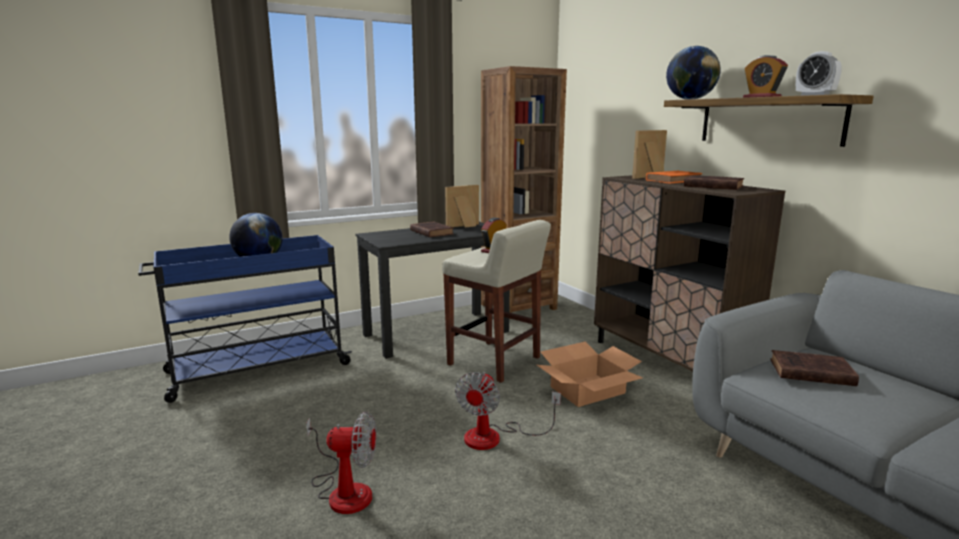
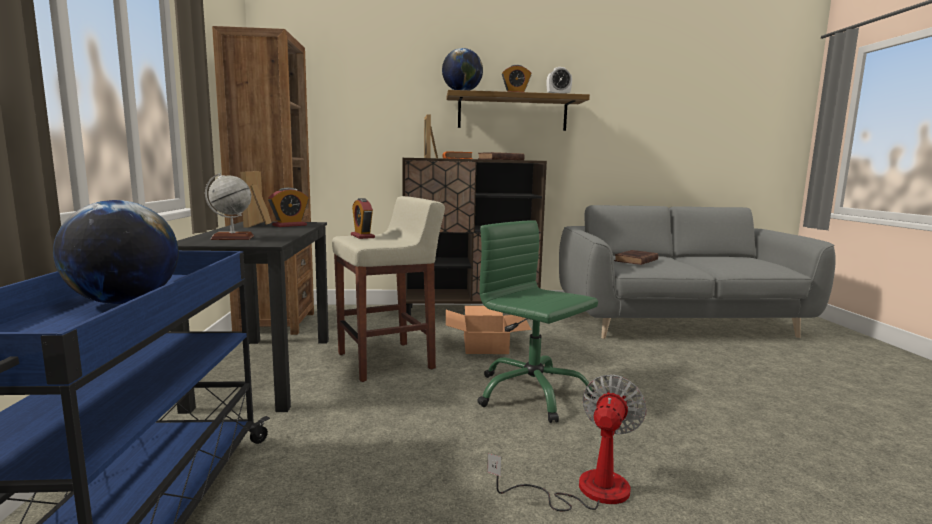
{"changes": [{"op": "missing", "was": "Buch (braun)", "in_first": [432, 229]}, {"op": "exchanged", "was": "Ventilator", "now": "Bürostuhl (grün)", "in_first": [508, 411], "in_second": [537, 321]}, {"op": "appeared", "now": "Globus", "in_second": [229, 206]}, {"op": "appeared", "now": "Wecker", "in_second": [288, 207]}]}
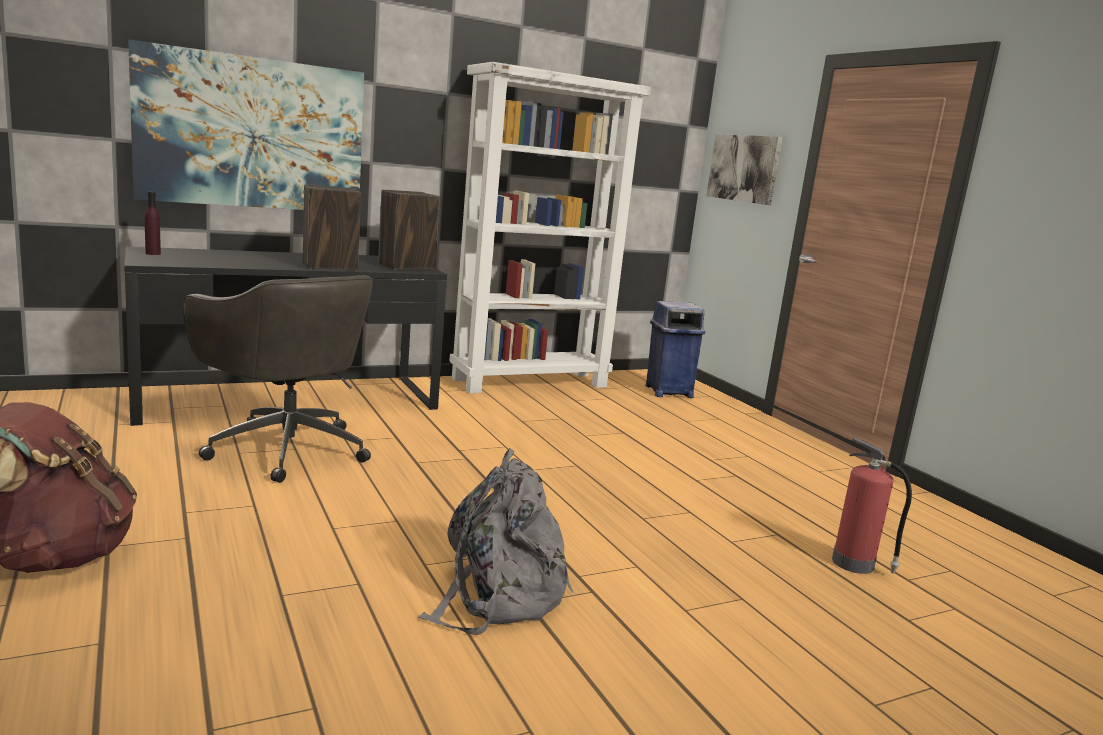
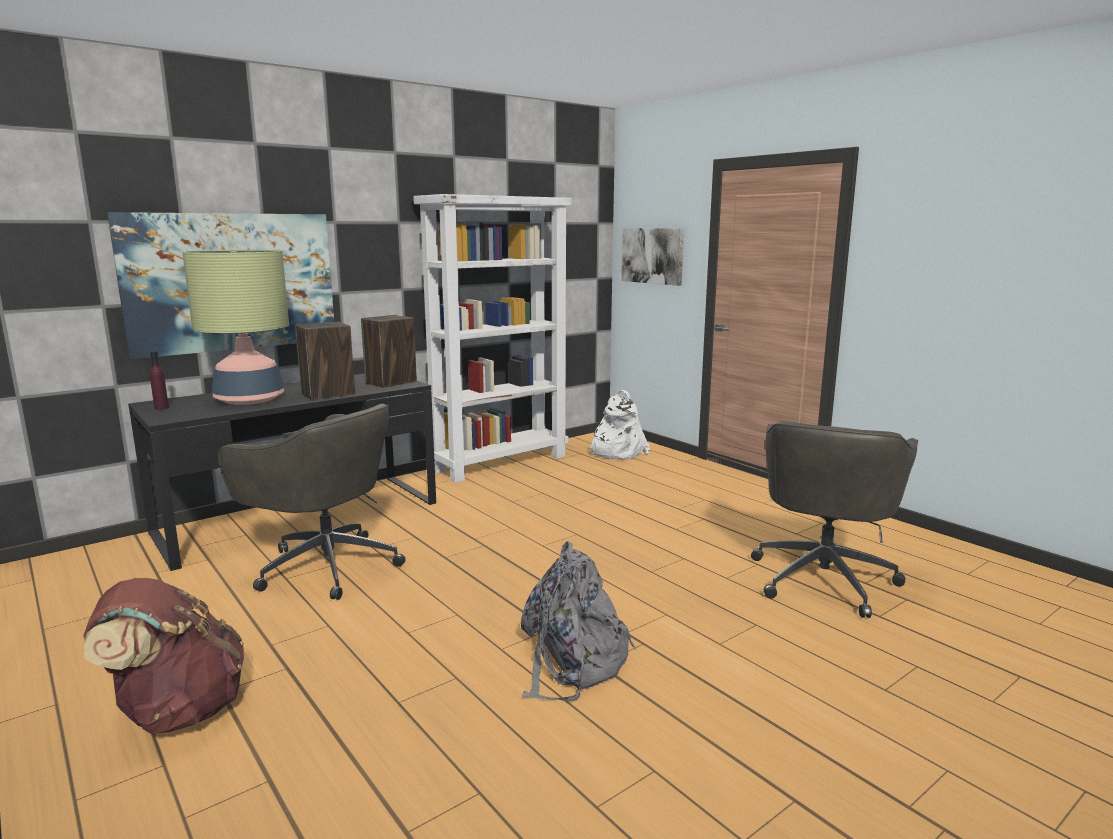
{"changes": [{"op": "exchanged", "was": "Mülleimer (blau)", "now": "Rucksack (weiß)", "in_first": [675, 349], "in_second": [620, 424]}, {"op": "exchanged", "was": "Feuerlöscher", "now": "Bürostuhl (grau)", "in_first": [872, 505], "in_second": [834, 519]}, {"op": "appeared", "now": "Tischlampe", "in_second": [235, 327]}]}
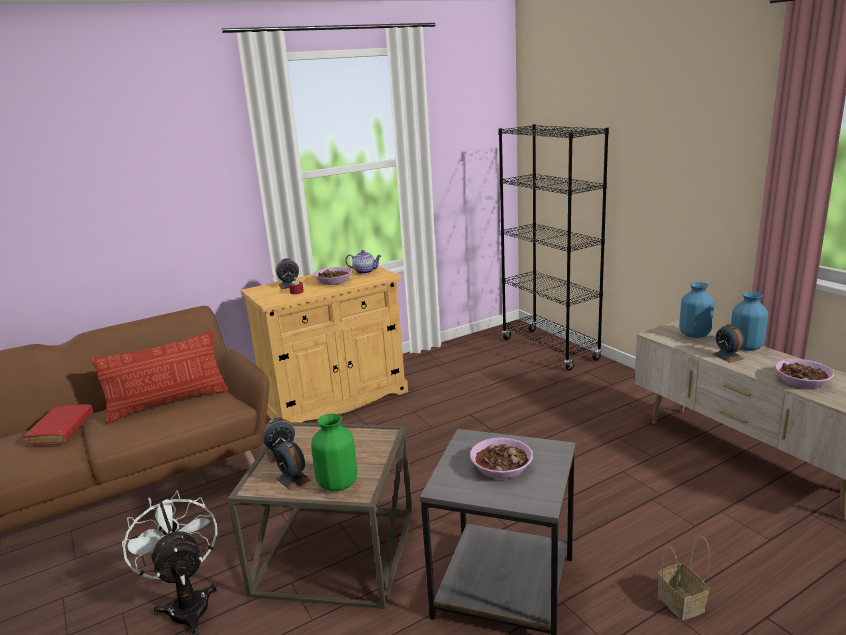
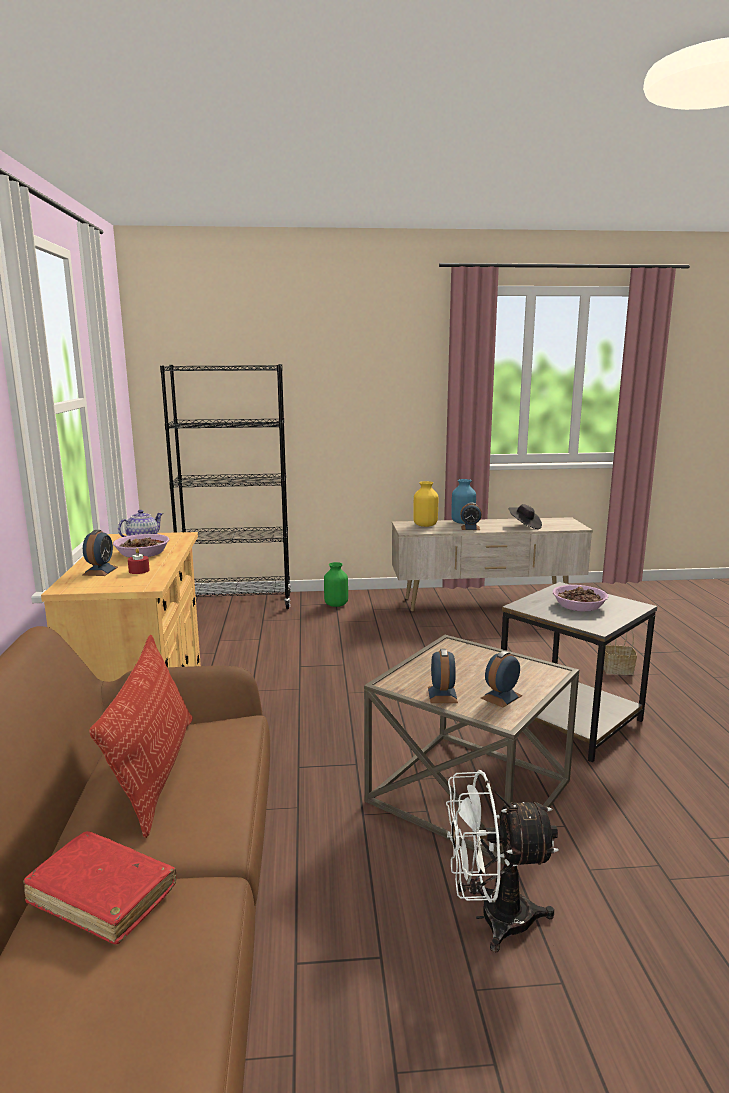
{"changes": [{"op": "colour", "was": "Vase (blau)", "now": "Vase (gelb)", "in_first": [696, 310], "in_second": [425, 504]}, {"op": "exchanged", "was": "Schüssel", "now": "Hut (schwarz)", "in_first": [804, 373], "in_second": [525, 516]}, {"op": "relocated", "was": "Vase (grün)", "in_first": [334, 452], "in_second": [336, 584]}, {"op": "spun", "was": "Wecker", "in_first": [293, 466], "in_second": [501, 679], "clockwise": 150}]}
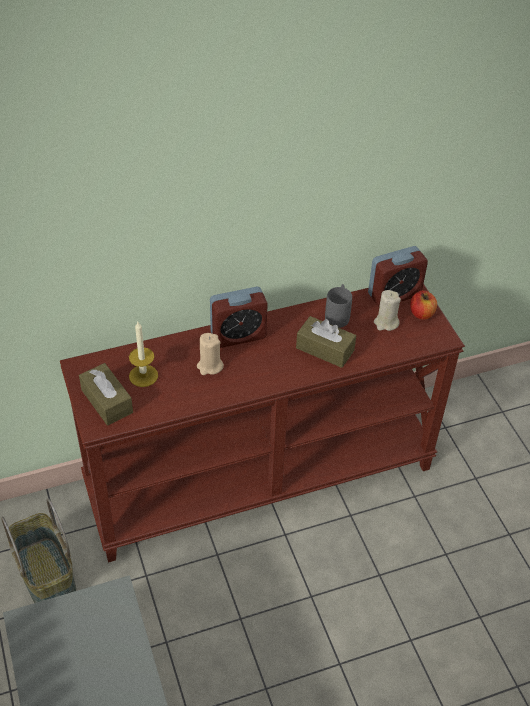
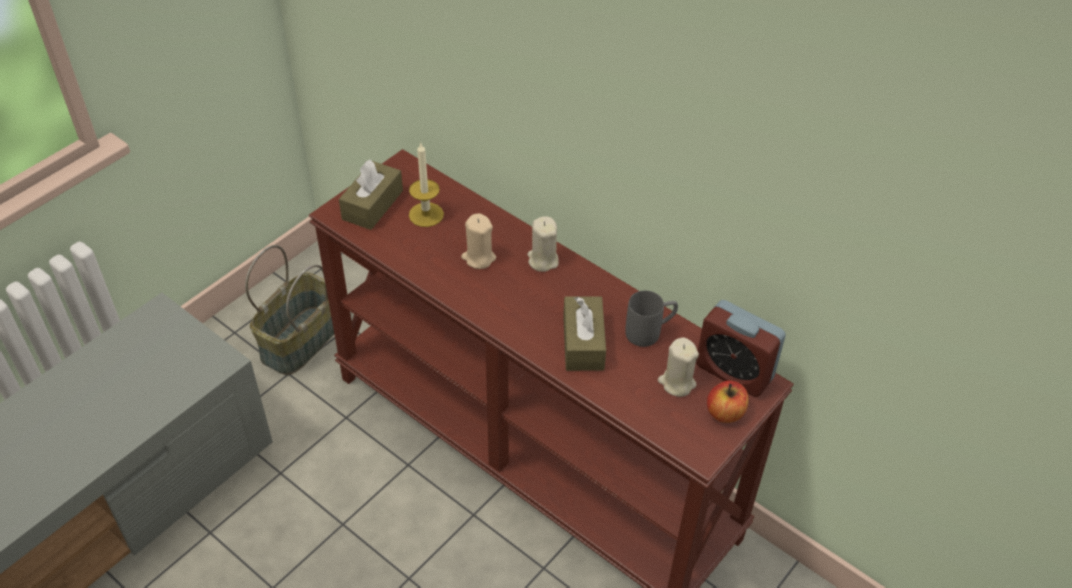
{"changes": [{"op": "exchanged", "was": "Wecker", "now": "Kerze (beige)", "in_first": [239, 317], "in_second": [543, 244]}]}
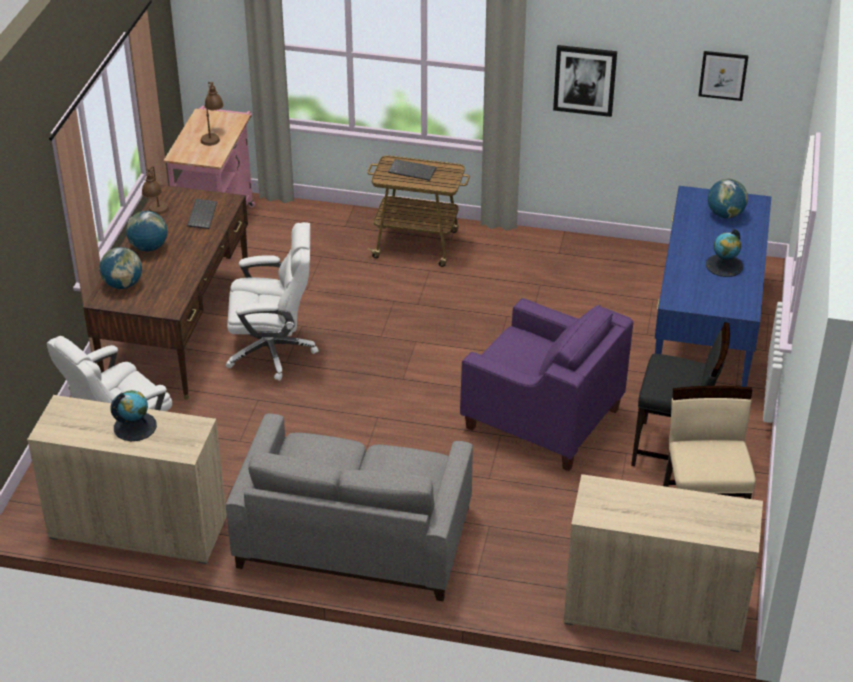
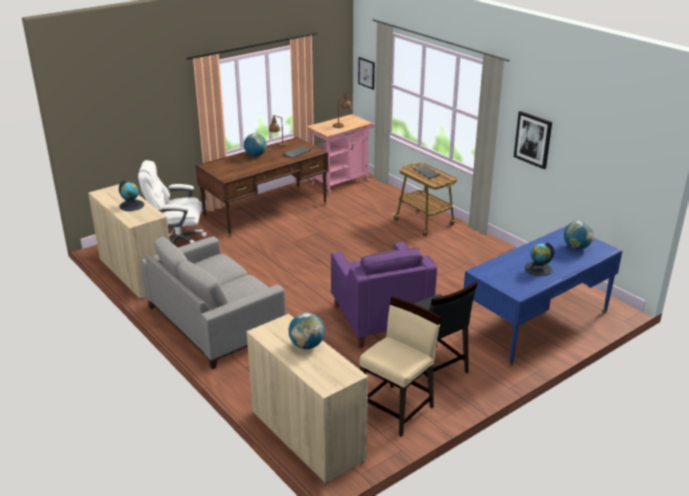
{"changes": [{"op": "relocated", "was": "Bild", "in_first": [723, 76], "in_second": [366, 73]}, {"op": "missing", "was": "Bürostuhl (weiß)", "in_first": [272, 301]}, {"op": "relocated", "was": "Globus", "in_first": [120, 268], "in_second": [306, 330]}]}
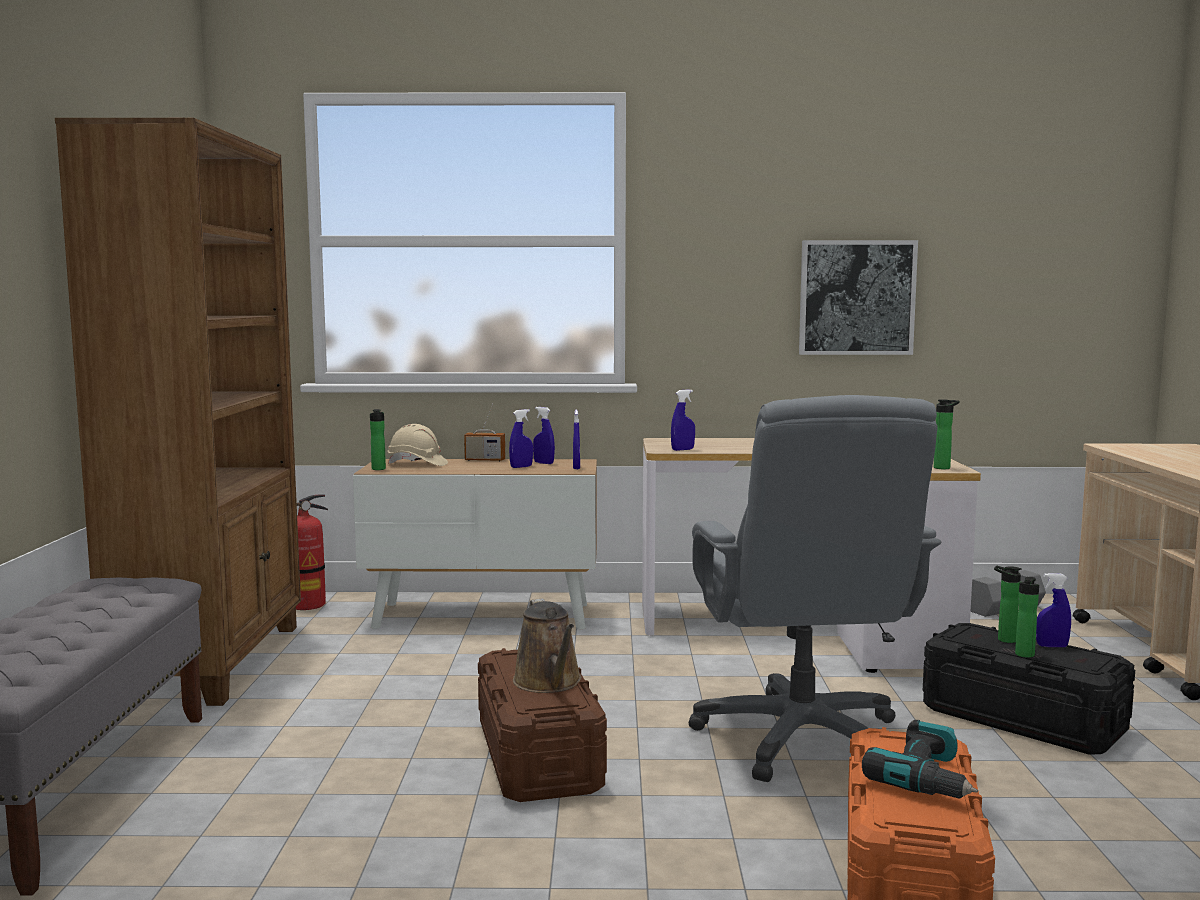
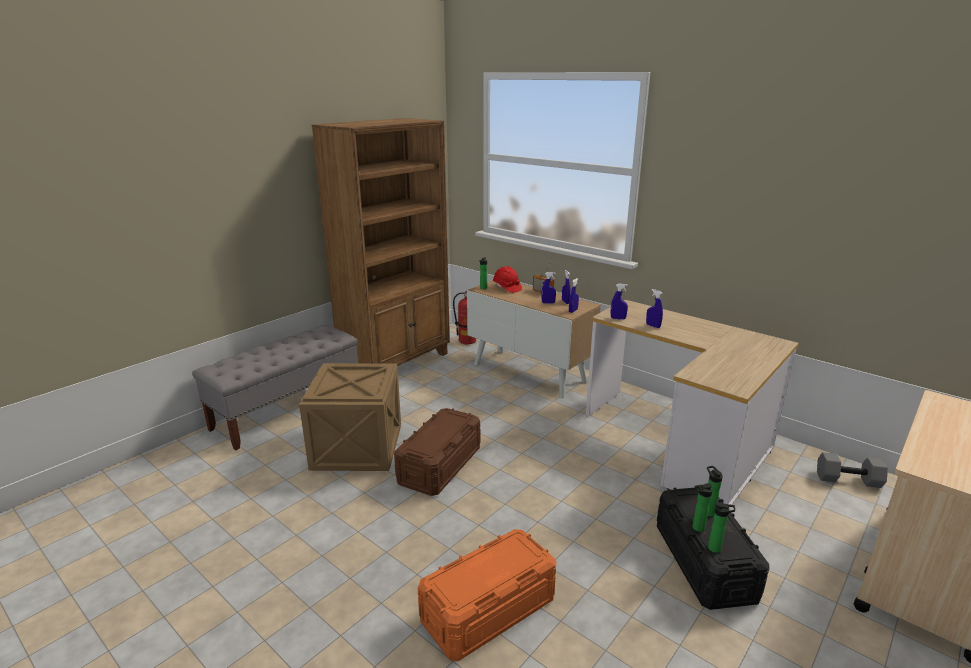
{"changes": [{"op": "missing", "was": "Bild", "in_first": [858, 297]}, {"op": "missing", "was": "Bürostuhl (grau)", "in_first": [815, 588]}, {"op": "relocated", "was": "Flasche", "in_first": [946, 434], "in_second": [721, 527]}, {"op": "colour", "was": "Schutzhelm (beige)", "now": "Schutzhelm (rot)", "in_first": [418, 445], "in_second": [507, 279]}, {"op": "relocated", "was": "Sprühflasche (blau)", "in_first": [1053, 610], "in_second": [654, 308]}, {"op": "missing", "was": "Gießkanne (braun)", "in_first": [547, 645]}, {"op": "missing", "was": "Bohrmaschine", "in_first": [920, 759]}, {"op": "appeared", "now": "Kiste", "in_second": [350, 417]}]}
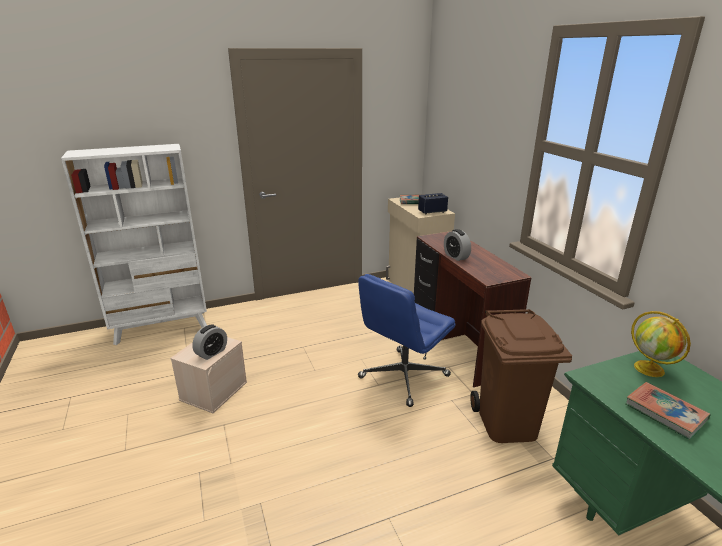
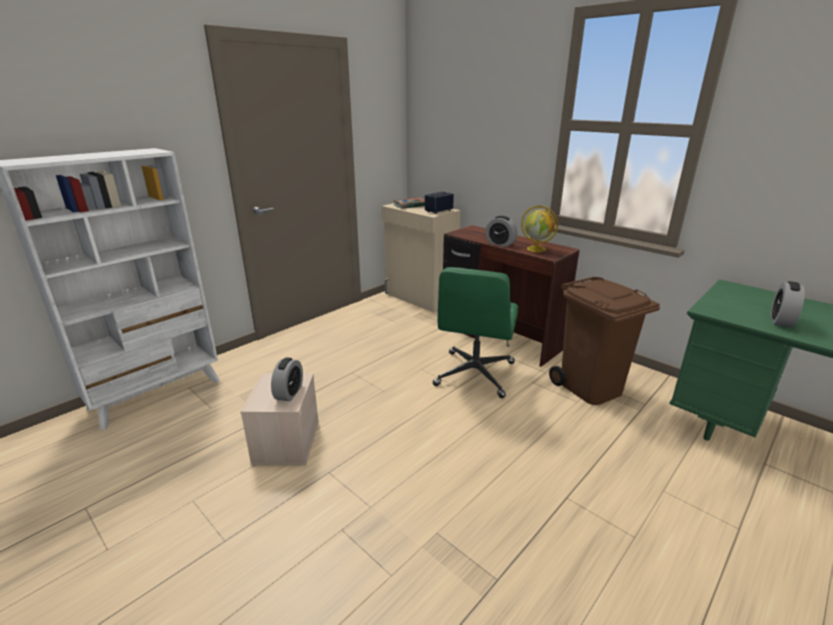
{"changes": [{"op": "colour", "was": "Bürostuhl (blau)", "now": "Bürostuhl (grün)", "in_first": [407, 340], "in_second": [475, 332]}, {"op": "relocated", "was": "Globus", "in_first": [661, 344], "in_second": [539, 229]}, {"op": "exchanged", "was": "Buch", "now": "Wecker", "in_first": [668, 411], "in_second": [787, 304]}]}
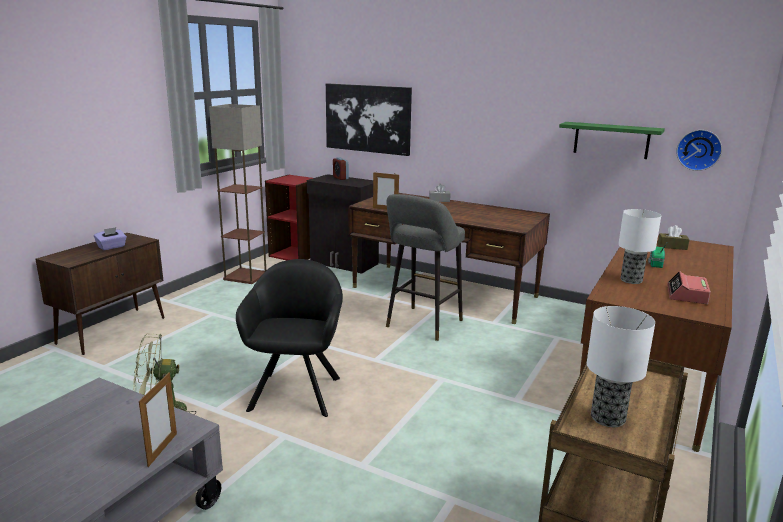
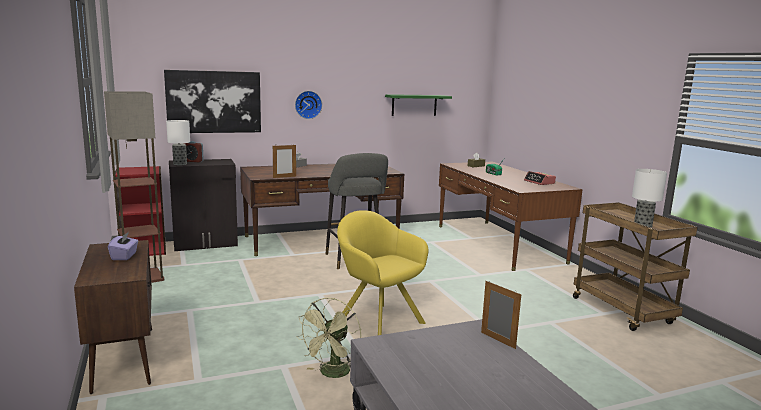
{"changes": [{"op": "relocated", "was": "Wanduhr", "in_first": [699, 150], "in_second": [308, 105]}, {"op": "relocated", "was": "Tischlampe", "in_first": [639, 246], "in_second": [178, 142]}, {"op": "colour", "was": "Sessel (schwarz)", "now": "Sessel (gelb)", "in_first": [289, 338], "in_second": [383, 272]}]}
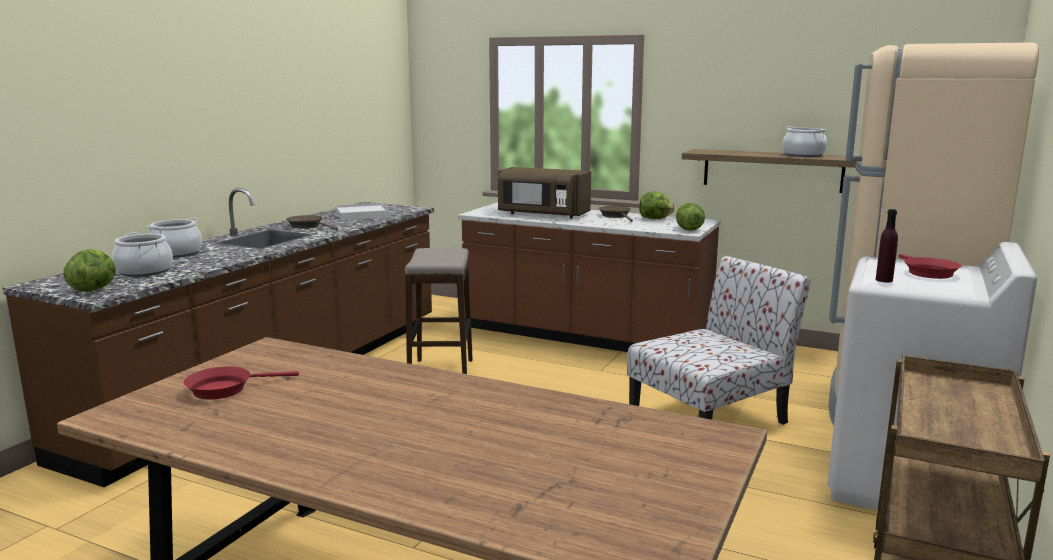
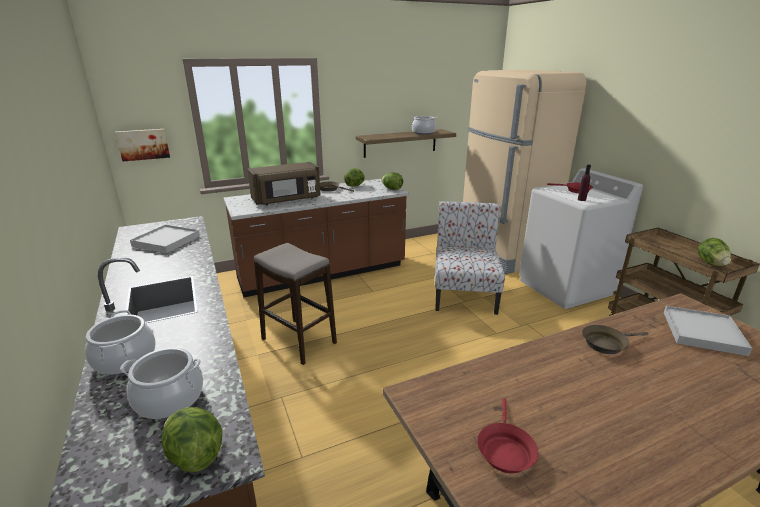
{"changes": [{"op": "relocated", "was": "Pfanne (braun)", "in_first": [312, 222], "in_second": [615, 339]}, {"op": "appeared", "now": "Bild", "in_second": [142, 145]}, {"op": "appeared", "now": "Salatkopf", "in_second": [714, 252]}, {"op": "appeared", "now": "Tablett (weiß)", "in_second": [708, 331]}]}
